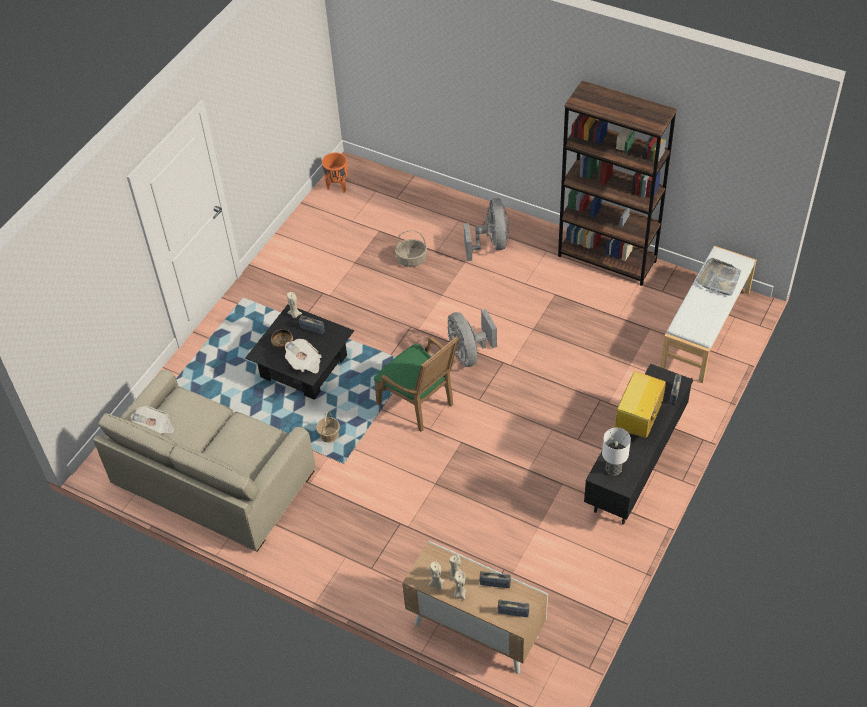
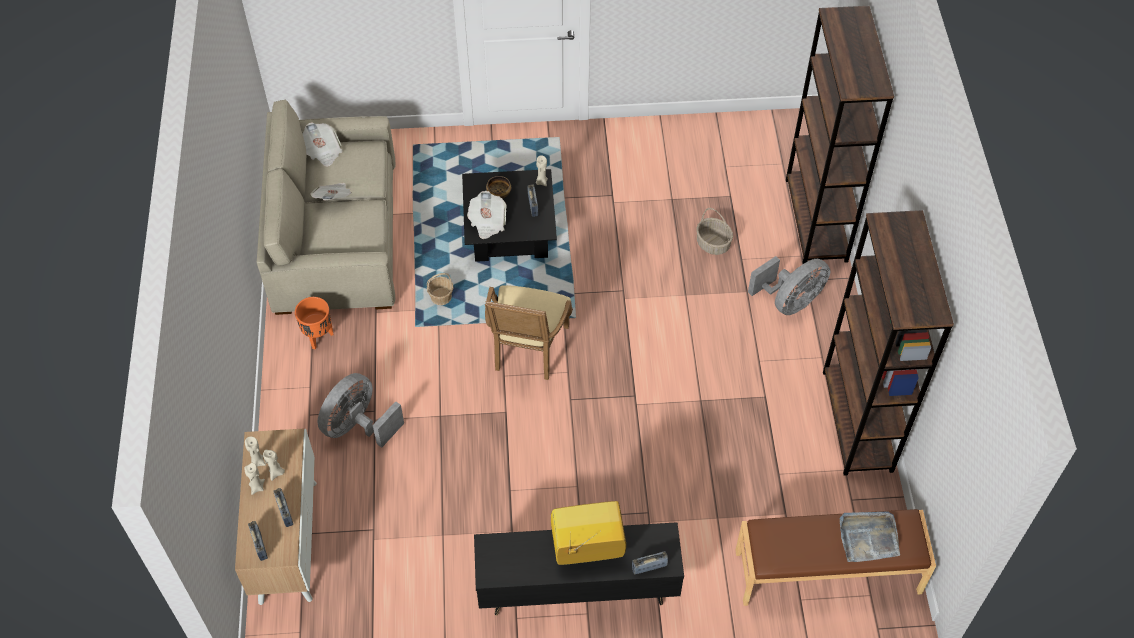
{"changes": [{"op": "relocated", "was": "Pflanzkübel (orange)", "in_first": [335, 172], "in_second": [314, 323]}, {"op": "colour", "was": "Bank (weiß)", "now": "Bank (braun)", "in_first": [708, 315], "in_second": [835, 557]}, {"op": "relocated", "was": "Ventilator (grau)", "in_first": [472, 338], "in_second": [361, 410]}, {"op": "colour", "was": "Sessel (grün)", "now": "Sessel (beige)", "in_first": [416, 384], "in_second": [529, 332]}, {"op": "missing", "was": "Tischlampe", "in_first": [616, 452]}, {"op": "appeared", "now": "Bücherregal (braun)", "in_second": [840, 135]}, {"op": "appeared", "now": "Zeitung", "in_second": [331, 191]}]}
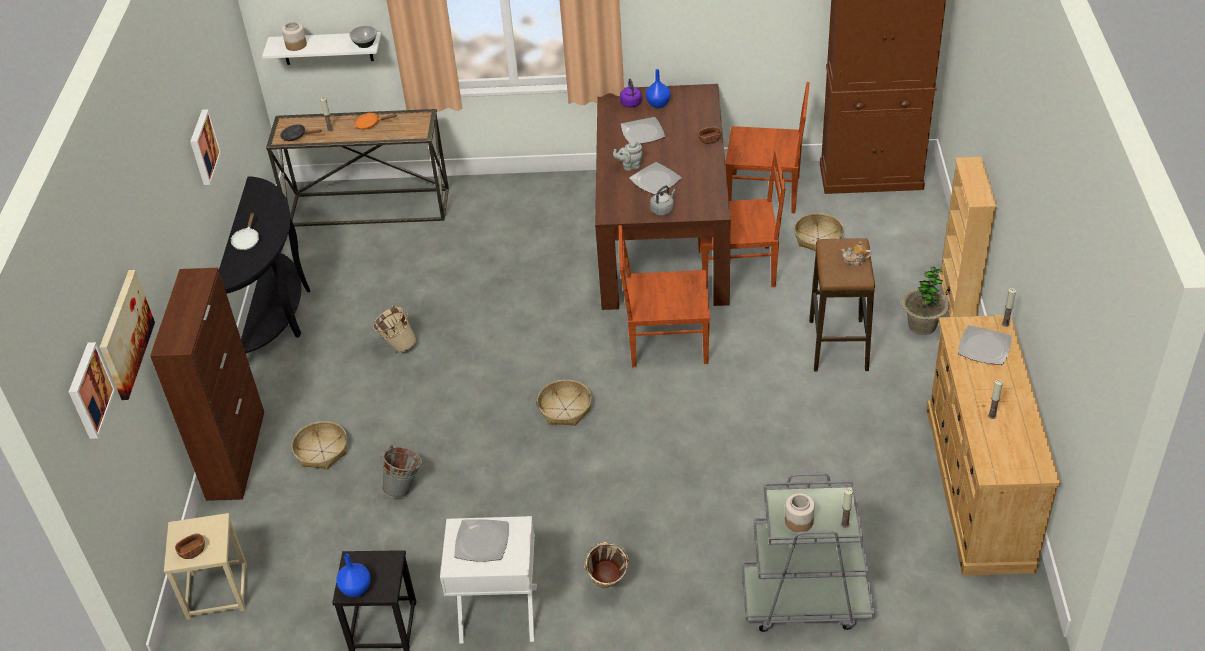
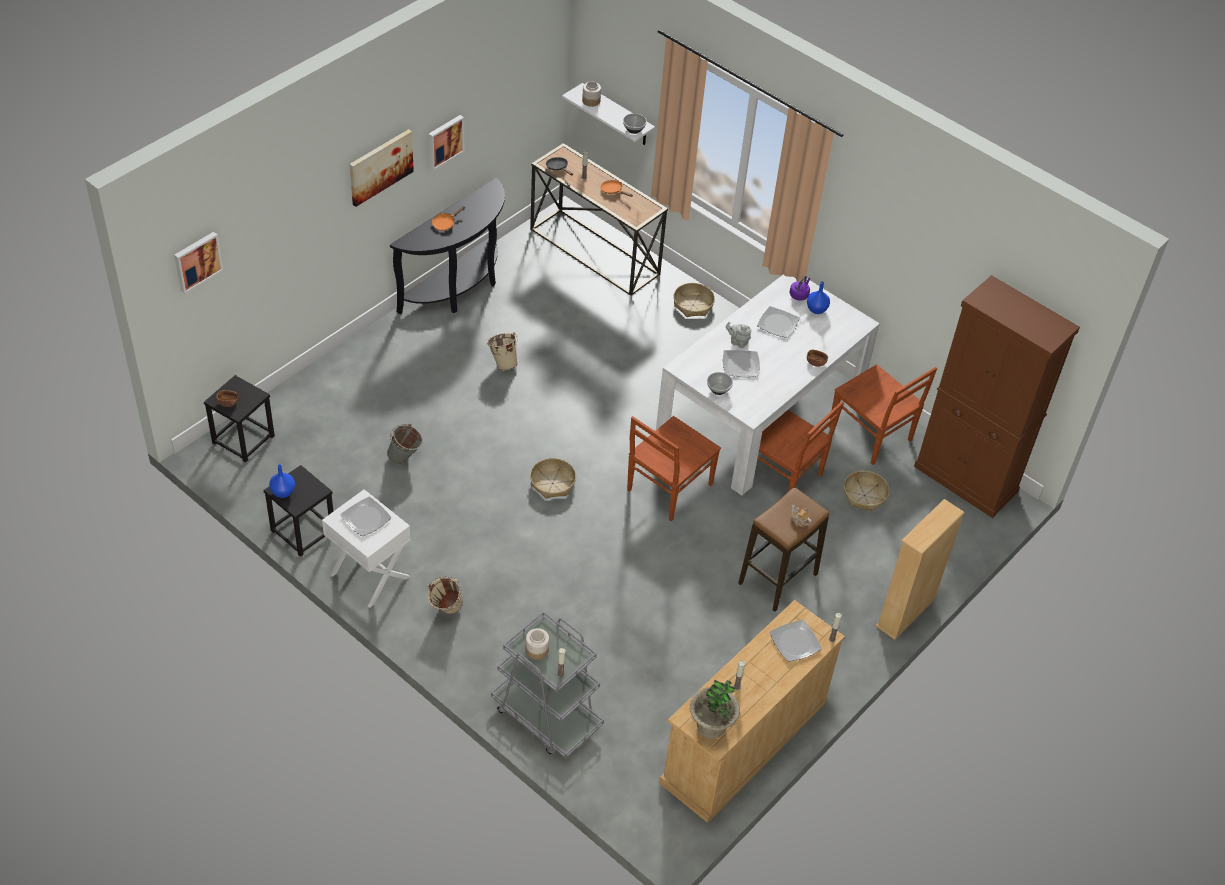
{"changes": [{"op": "colour", "was": "Esstisch (braun)", "now": "Esstisch (weiß)", "in_first": [662, 197], "in_second": [768, 385]}, {"op": "exchanged", "was": "Wasserkessel (grau)", "now": "Schüssel", "in_first": [663, 200], "in_second": [720, 383]}, {"op": "colour", "was": "Pfanne (weiß)", "now": "Pfanne (orange)", "in_first": [245, 231], "in_second": [448, 218]}, {"op": "spun", "was": "Stuhl (braun)", "in_first": [664, 296], "in_second": [674, 468], "clockwise": -90}, {"op": "relocated", "was": "Topfpflanze", "in_first": [925, 301], "in_second": [715, 709]}, {"op": "missing", "was": "Schrank (braun)", "in_first": [207, 384]}, {"op": "relocated", "was": "Bild", "in_first": [127, 335], "in_second": [382, 168]}, {"op": "relocated", "was": "Korb", "in_first": [319, 445], "in_second": [694, 300]}, {"op": "colour", "was": "Hocker (beige)", "now": "Hocker (schwarz)", "in_first": [205, 566], "in_second": [239, 418]}]}
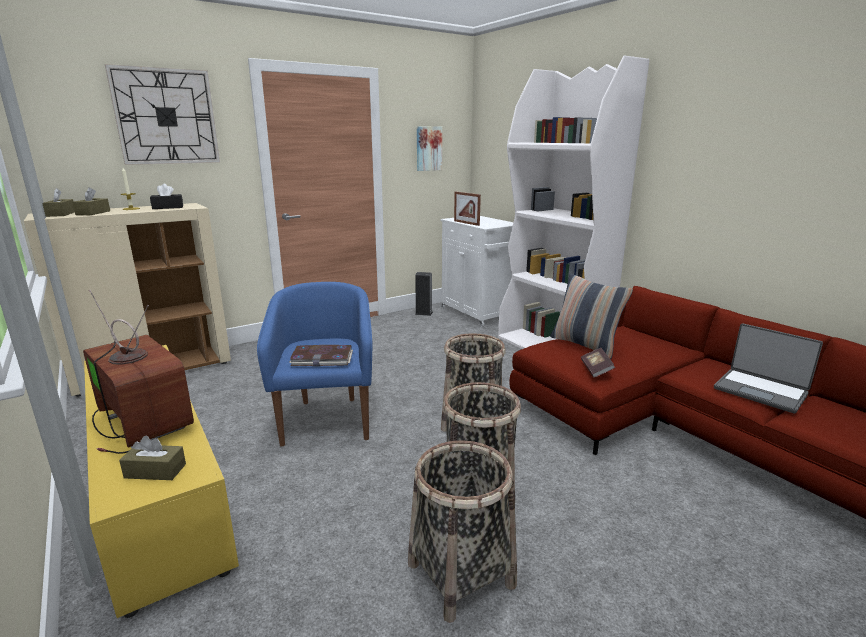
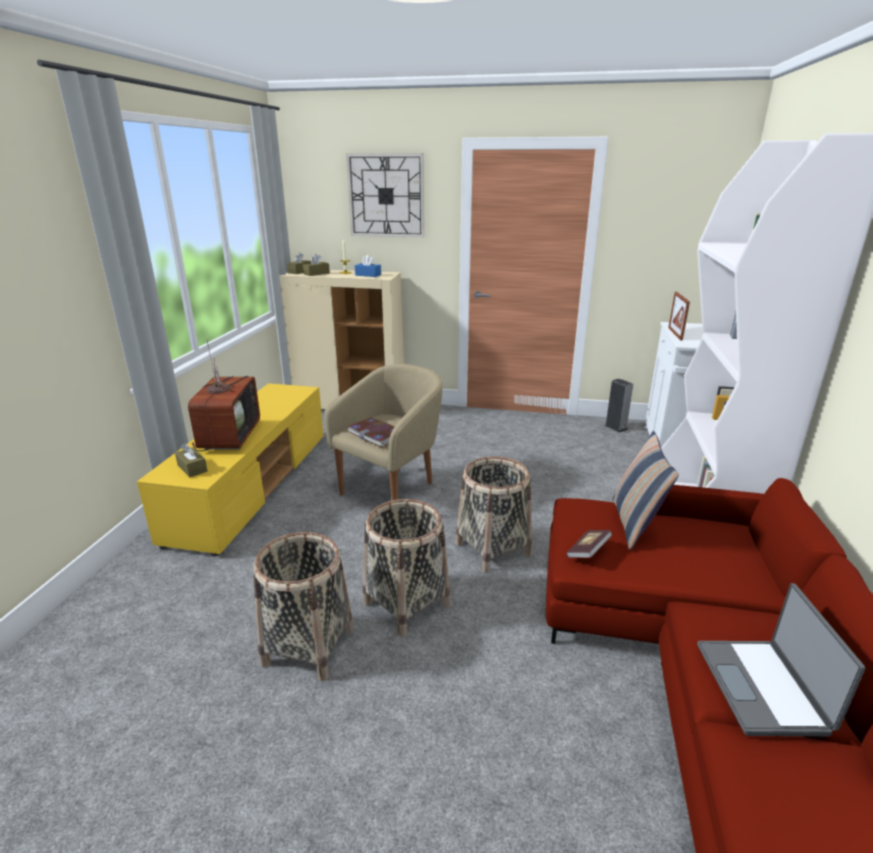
{"changes": [{"op": "missing", "was": "Bild", "in_first": [429, 148]}, {"op": "colour", "was": "Taschentuchbox (schwarz)", "now": "Taschentuchbox (blau)", "in_first": [166, 196], "in_second": [368, 266]}, {"op": "colour", "was": "Sessel (blau)", "now": "Sessel (beige)", "in_first": [314, 364], "in_second": [383, 432]}]}
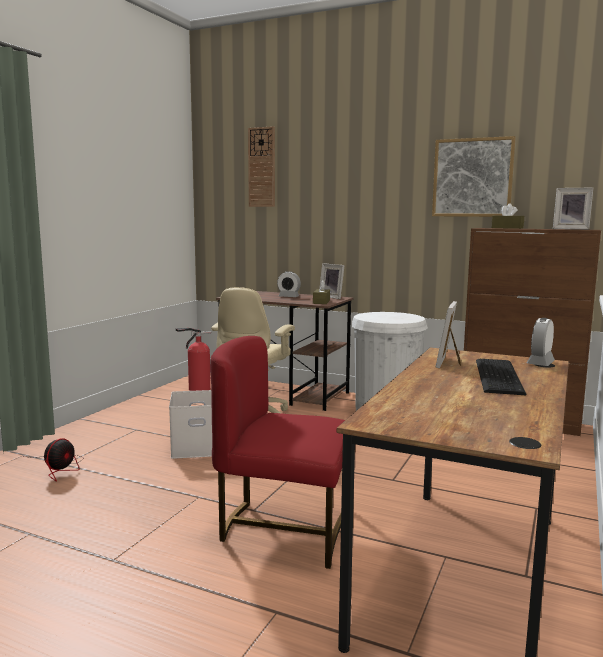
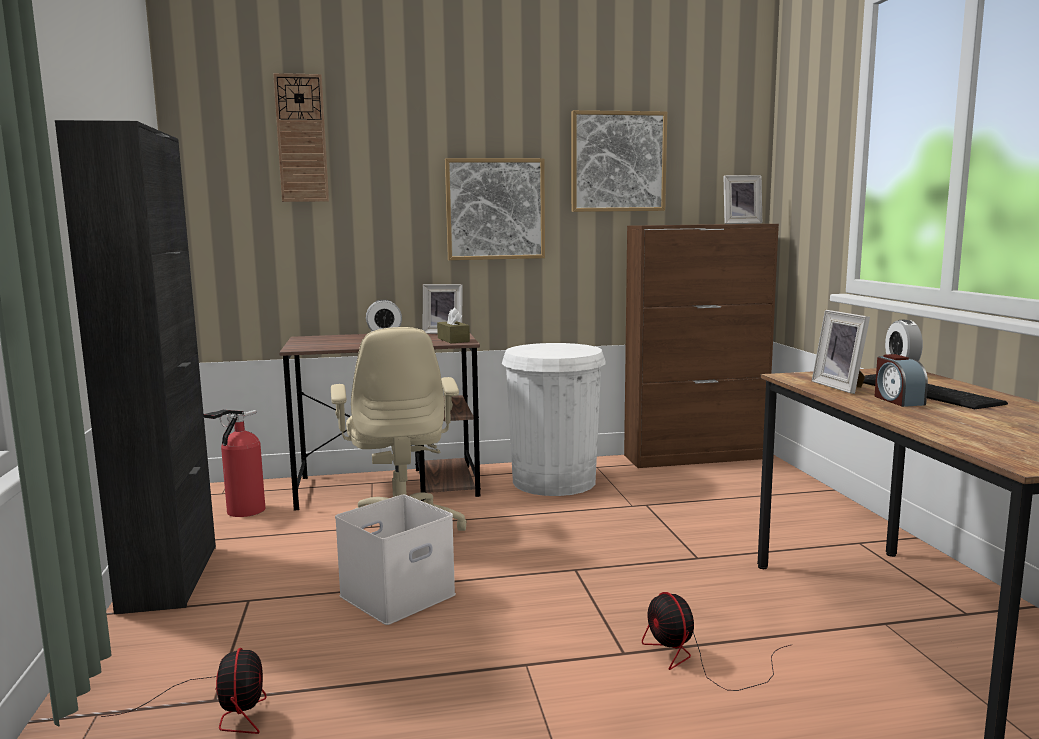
{"changes": [{"op": "missing", "was": "Taschentuchbox (braun)", "in_first": [508, 216]}, {"op": "exchanged", "was": "Stuhl (rot)", "now": "Ventilator", "in_first": [277, 452], "in_second": [716, 641]}, {"op": "appeared", "now": "Schrank (schwarz)", "in_second": [135, 367]}, {"op": "appeared", "now": "Bild", "in_second": [495, 209]}, {"op": "appeared", "now": "Wecker", "in_second": [901, 380]}]}
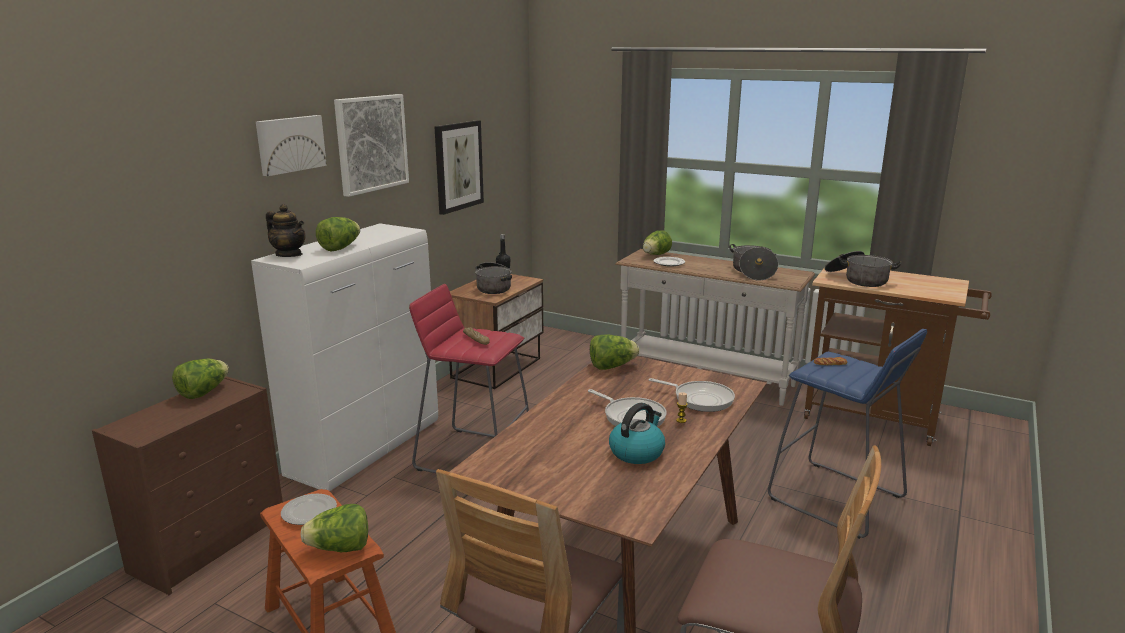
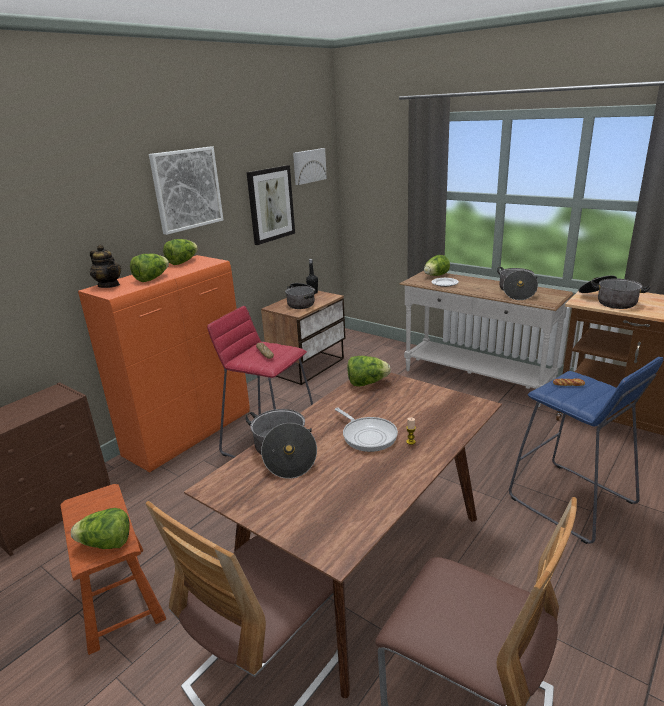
{"changes": [{"op": "relocated", "was": "Bild", "in_first": [291, 145], "in_second": [310, 166]}, {"op": "colour", "was": "Schrank (weiß)", "now": "Schrank (orange)", "in_first": [344, 357], "in_second": [164, 363]}, {"op": "relocated", "was": "Salatkopf", "in_first": [200, 379], "in_second": [180, 252]}, {"op": "missing", "was": "Pfanne", "in_first": [692, 395]}, {"op": "missing", "was": "Wasserkessel", "in_first": [637, 433]}, {"op": "missing", "was": "Teller", "in_first": [309, 509]}, {"op": "appeared", "now": "Kochtopf", "in_second": [281, 444]}]}
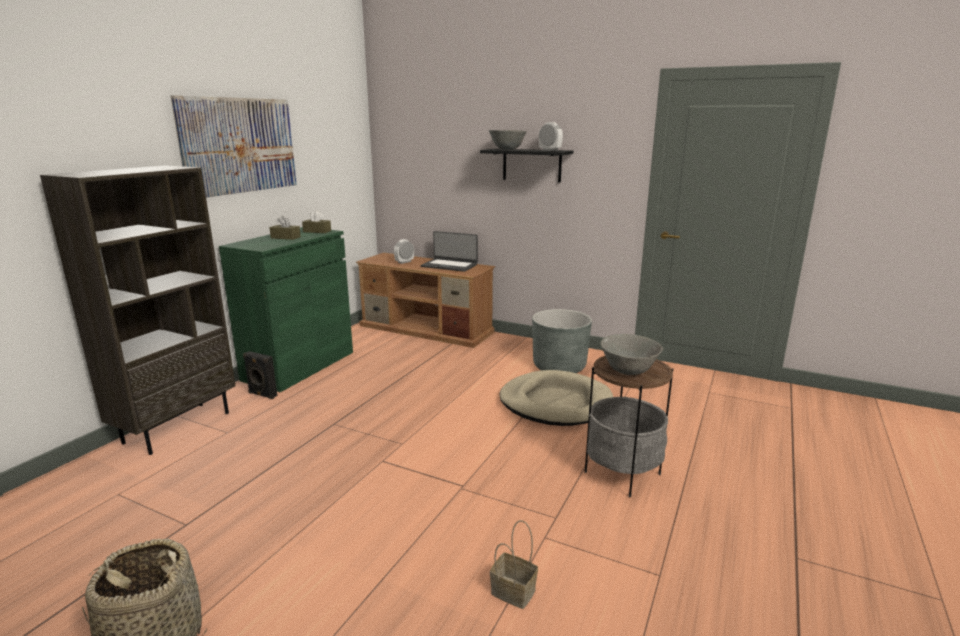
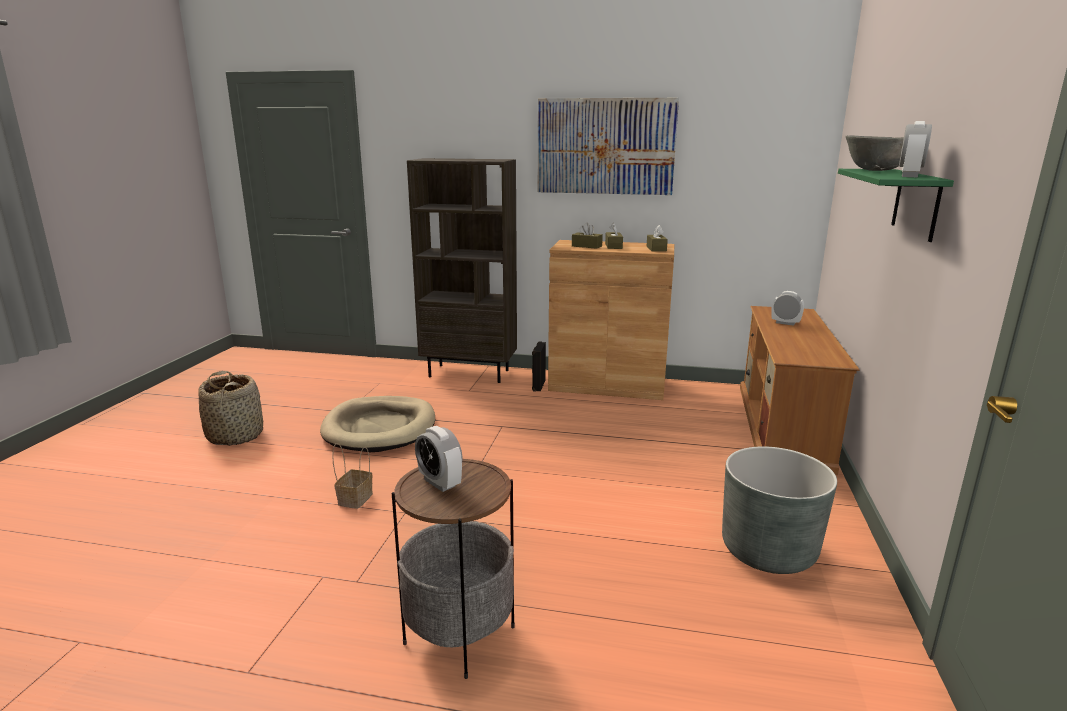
{"changes": [{"op": "colour", "was": "Wandregal (schwarz)", "now": "Wandregal (grün)", "in_first": [526, 165], "in_second": [896, 205]}, {"op": "colour", "was": "Schrank (grün)", "now": "Schrank (braun)", "in_first": [286, 309], "in_second": [611, 320]}, {"op": "missing", "was": "Laptop", "in_first": [449, 251]}, {"op": "exchanged", "was": "Schüssel (grau)", "now": "Wecker", "in_first": [631, 354], "in_second": [439, 459]}, {"op": "relocated", "was": "Hundebett (beige)", "in_first": [556, 398], "in_second": [377, 424]}, {"op": "relocated", "was": "Korb", "in_first": [514, 564], "in_second": [352, 476]}, {"op": "appeared", "now": "Taschentuchbox (braun)", "in_second": [587, 236]}]}
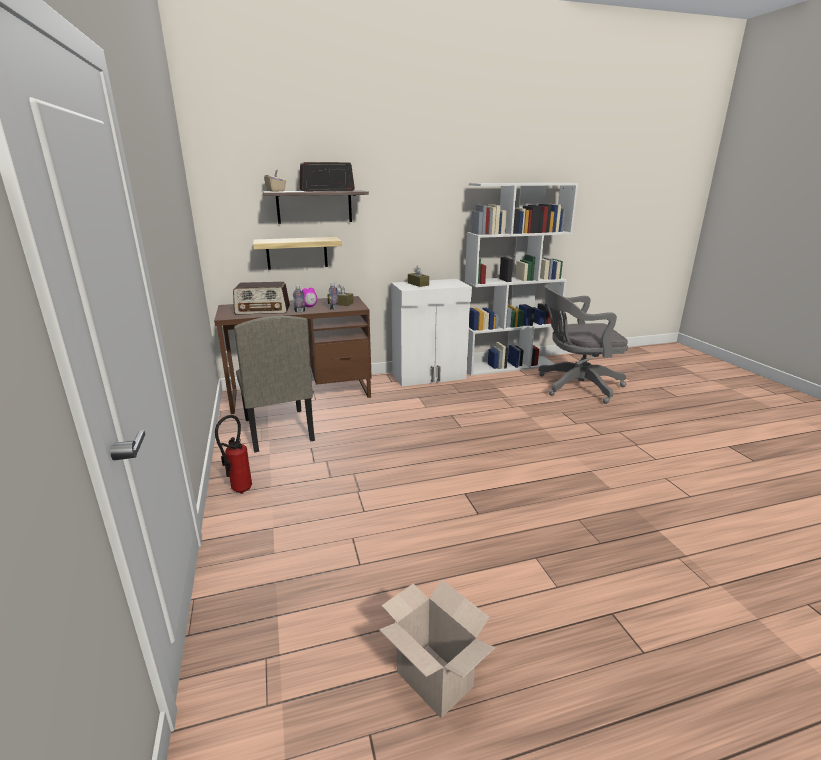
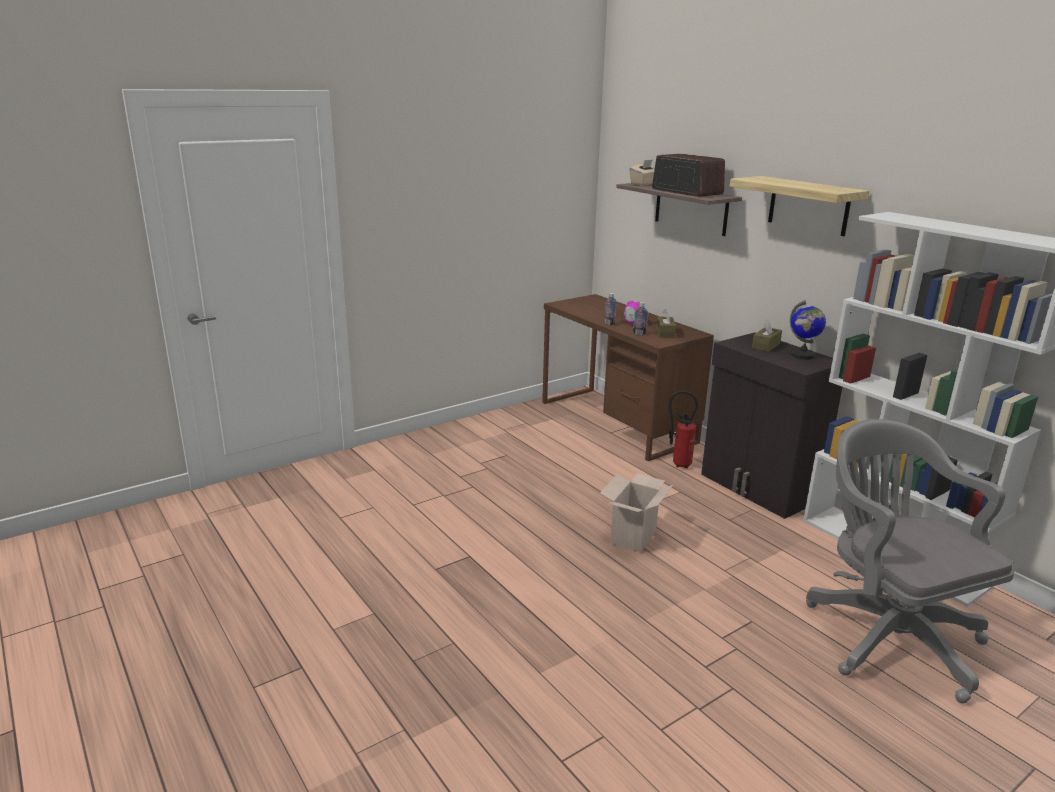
{"changes": [{"op": "relocated", "was": "Wandregal", "in_first": [297, 253], "in_second": [799, 206]}, {"op": "colour", "was": "Schrank (weiß)", "now": "Schrank (schwarz)", "in_first": [431, 332], "in_second": [771, 425]}, {"op": "missing", "was": "Radio", "in_first": [261, 298]}, {"op": "missing", "was": "Stuhl (beige)", "in_first": [274, 384]}, {"op": "relocated", "was": "Feuerlöscher", "in_first": [233, 454], "in_second": [683, 429]}, {"op": "relocated", "was": "Karton", "in_first": [437, 649], "in_second": [636, 513]}, {"op": "appeared", "now": "Globus", "in_second": [808, 330]}]}
